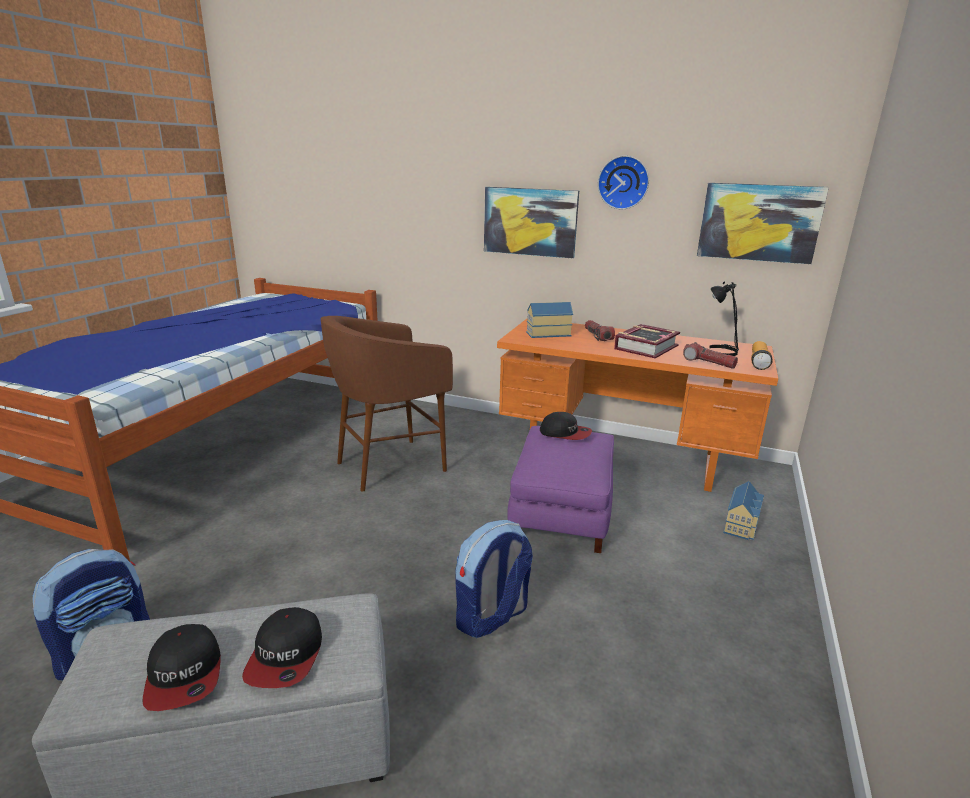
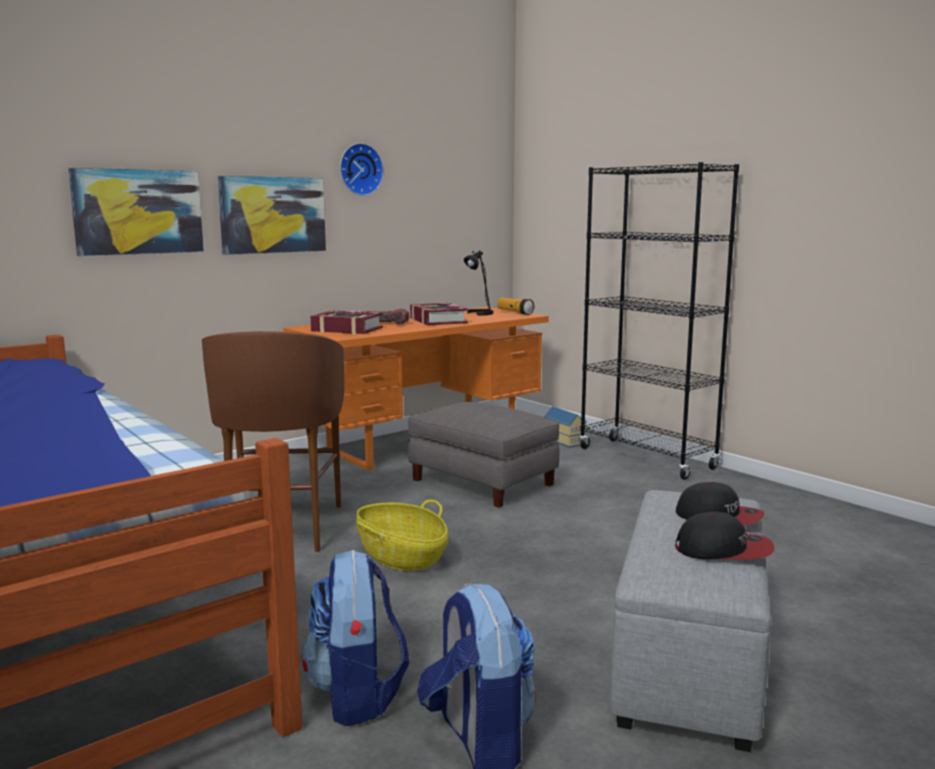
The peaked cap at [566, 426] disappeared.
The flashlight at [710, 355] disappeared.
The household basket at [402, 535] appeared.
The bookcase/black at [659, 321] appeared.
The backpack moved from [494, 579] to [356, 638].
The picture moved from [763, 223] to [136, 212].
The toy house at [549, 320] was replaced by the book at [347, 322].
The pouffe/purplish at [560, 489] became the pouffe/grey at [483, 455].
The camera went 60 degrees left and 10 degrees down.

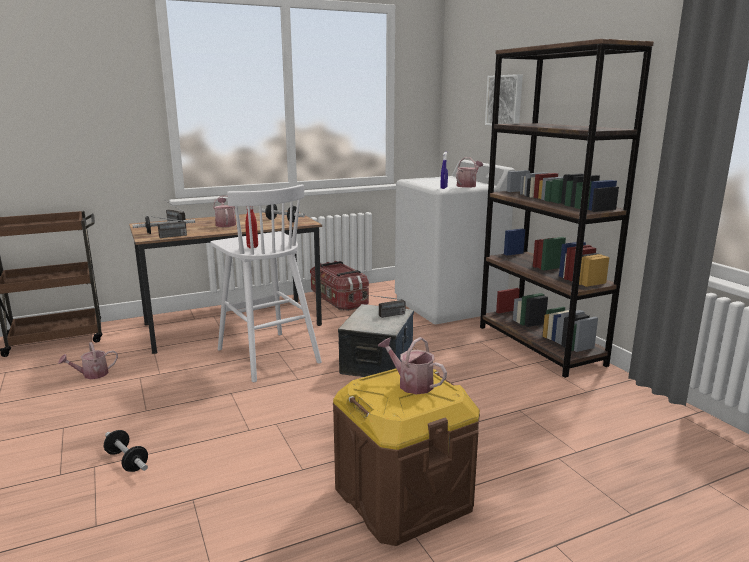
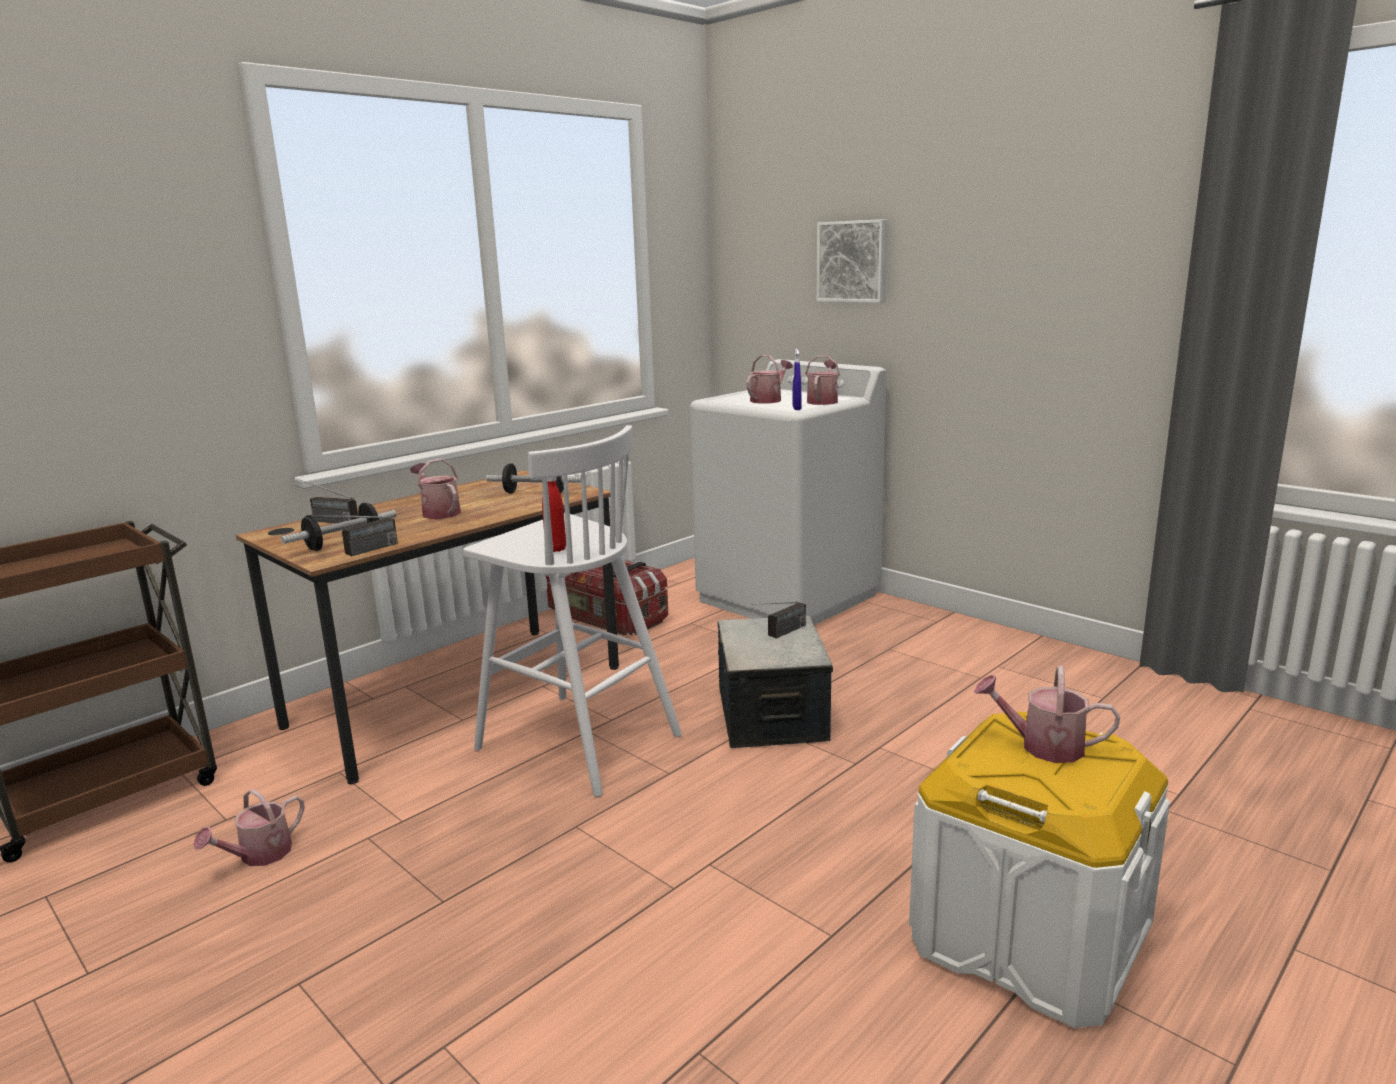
The free weight at [126, 451] disappeared.
The bookcase/brownish at [567, 208] disappeared.
The sprinkling can at [769, 379] appeared.
The storage bin/brownish at [406, 457] became the storage bin/white-coloured at [1039, 870].
The camera went 20 degrees left and 0 degrees up.

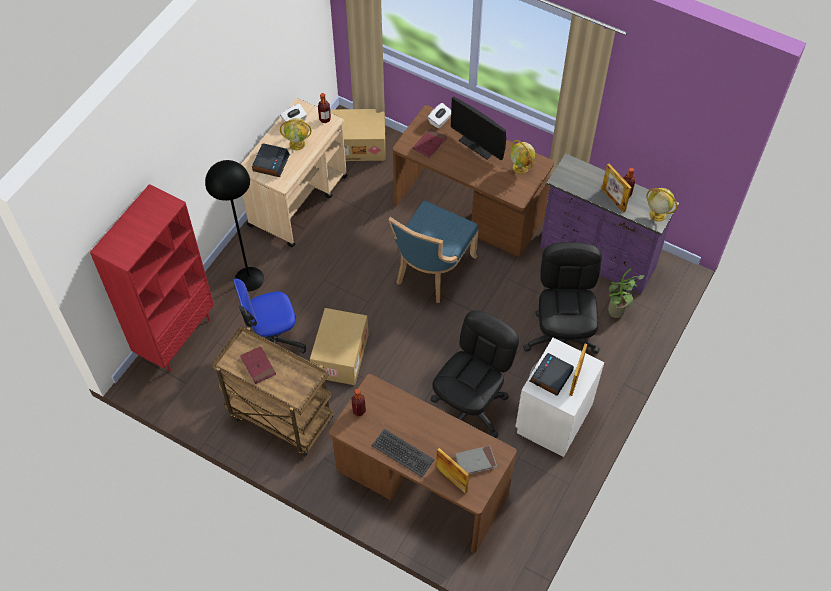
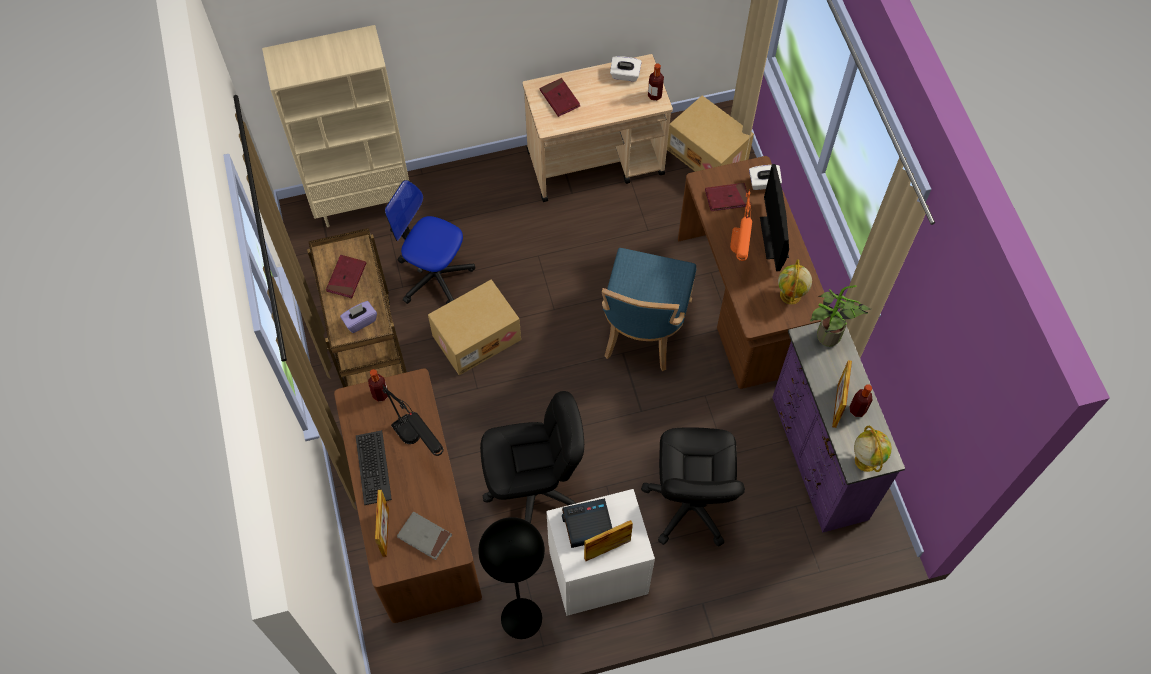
The world globe at [295, 134] disappeared.
The tissue box/purplish at [358, 317] appeared.
The table lamp/black at [413, 420] appeared.
The table lamp/orangey at [741, 225] appeared.
The floor lamp/black moved from [234, 226] to [511, 578].
The potted plant moved from [626, 293] to [841, 316].
The table clock at [271, 160] was replaced by the book/reddish at [560, 97].
The bookcase/reddish at [152, 278] became the bookcase/beige-coloured at [335, 126].
The upright chair/bluish at [433, 251] turned 60 degrees counterclockwise.
The computer chair/black at [562, 298] turned 135 degrees clockwise.
The camera went 45 degrees right and 5 degrees up.

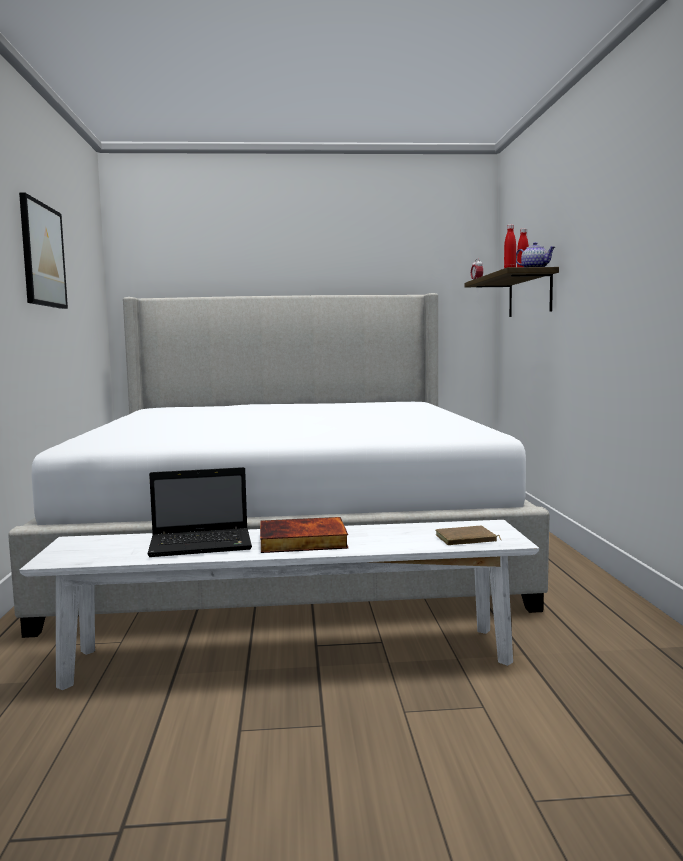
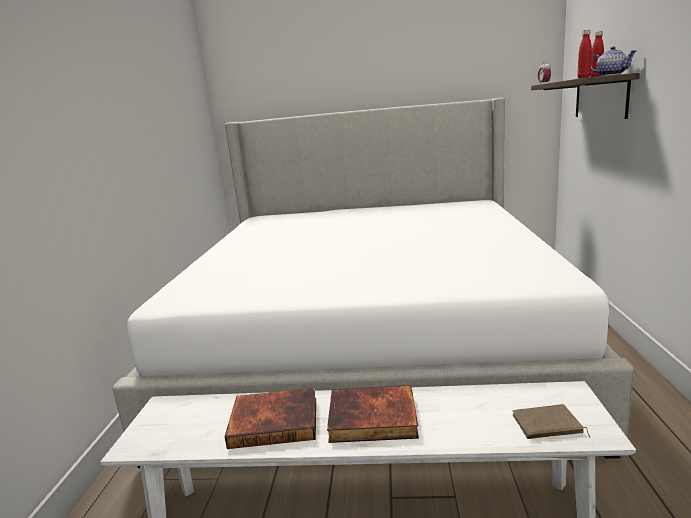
The picture at [43, 251] disappeared.
The portable computer at [199, 512] was replaced by the book at [270, 418].
The camera went 10 degrees right and 10 degrees up.

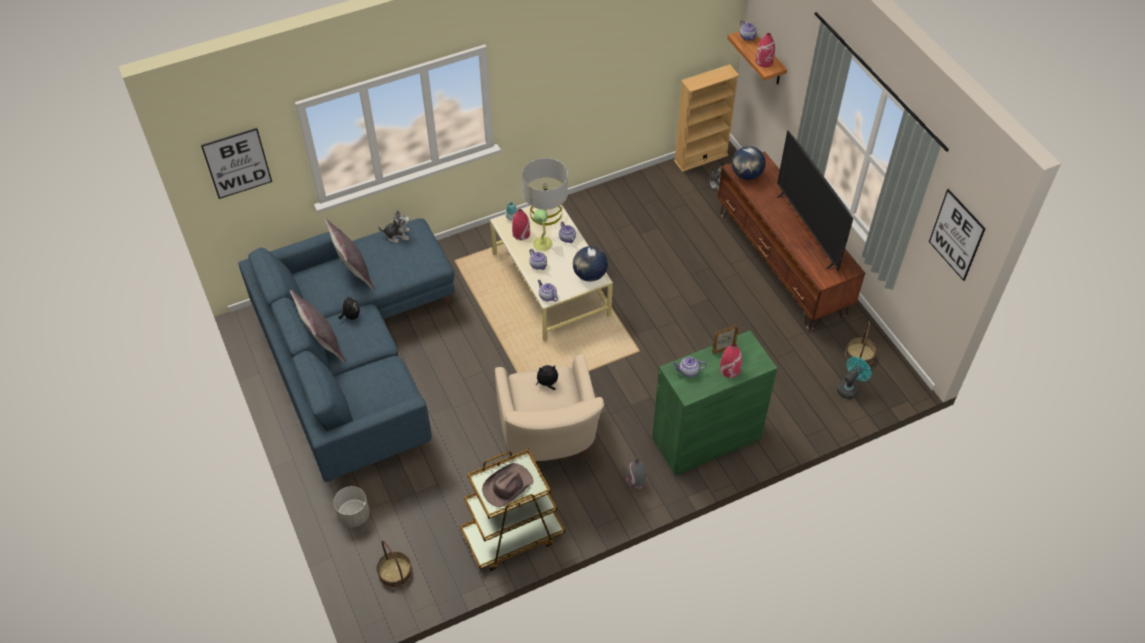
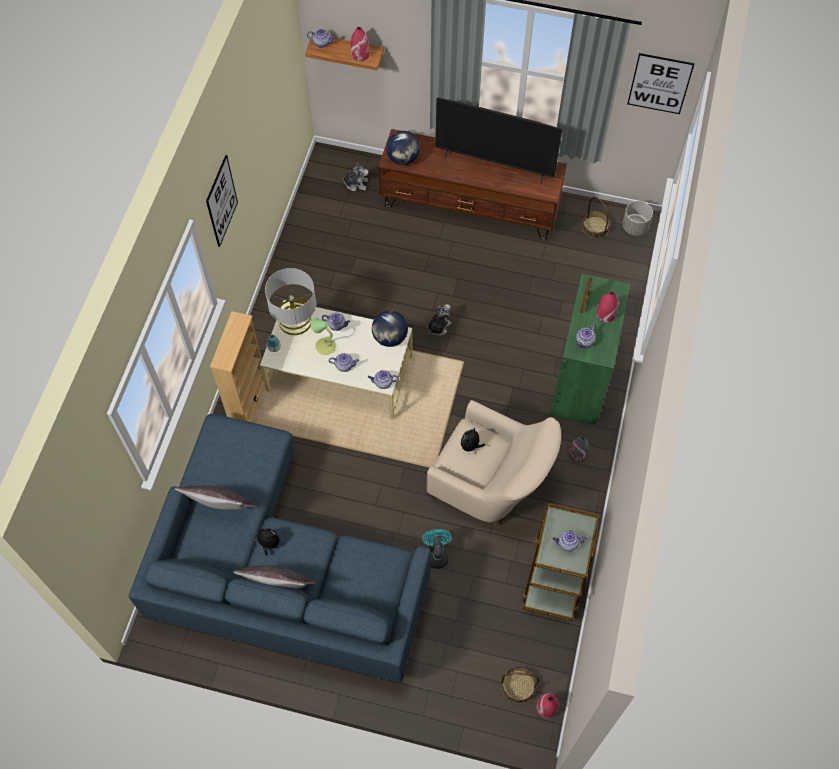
The picture moved from [236, 163] to [222, 201].
The planter/grey moved from [351, 506] to [637, 218].
The soft toy moved from [394, 226] to [439, 320].
The decorative vase/reddish moved from [521, 224] to [547, 705].
The bookcase/beige-coloured moved from [707, 118] to [237, 366].
The cooling fan/turquoise-coloured moved from [854, 377] to [437, 549].
The wearable hat/brownish at [507, 485] was replaced by the pot for tea at [569, 540].
The camera went 50 degrees left and 10 degrees up.

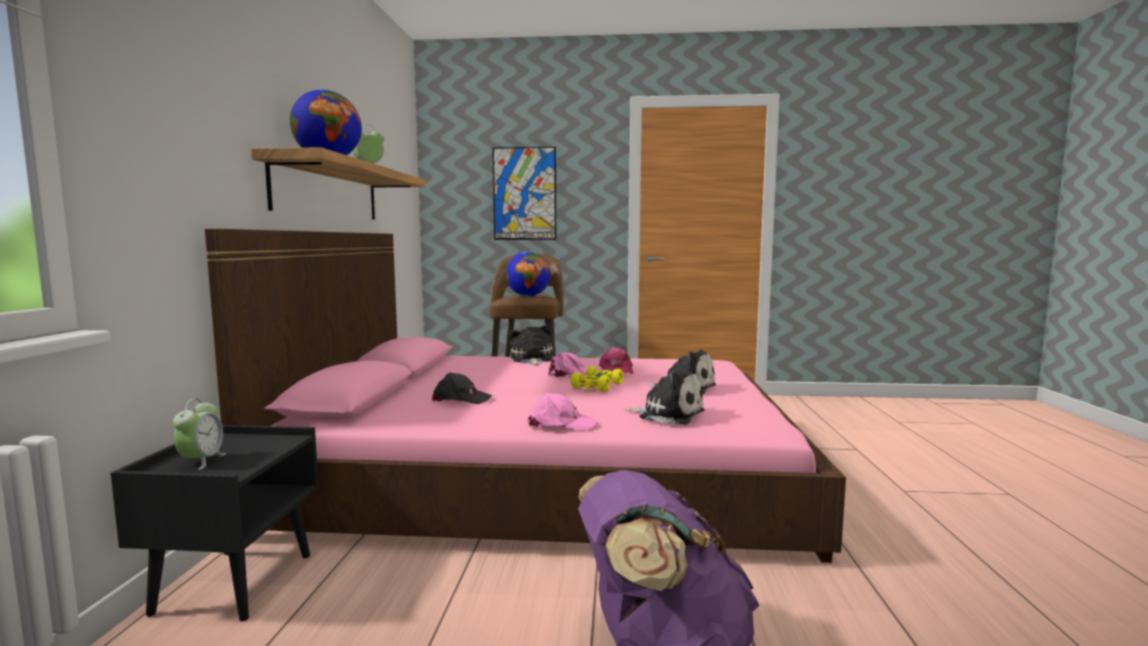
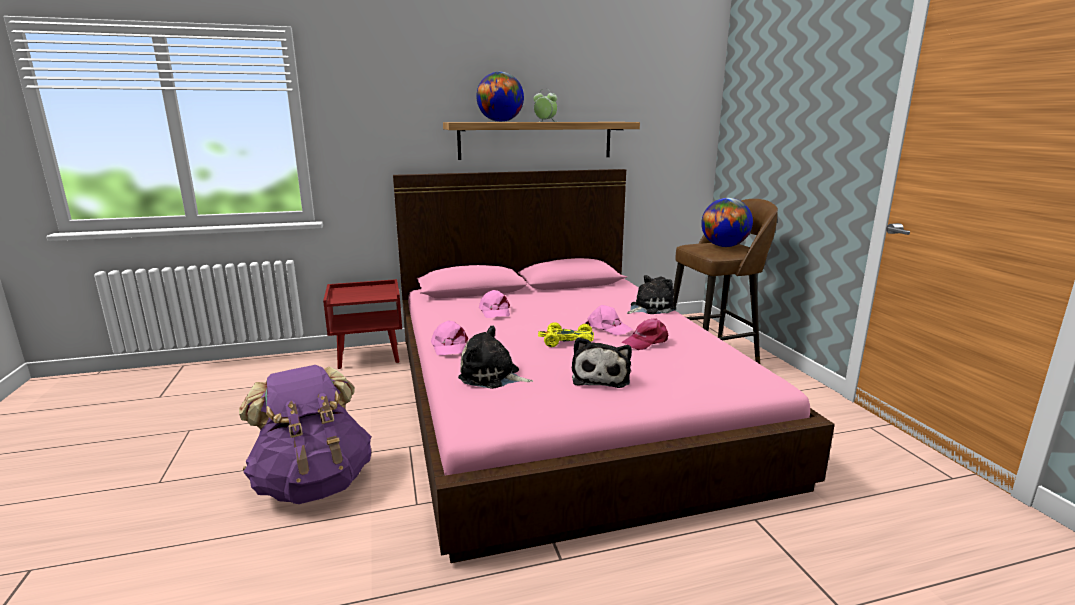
The table clock at [199, 434] disappeared.
The picture at [524, 193] disappeared.
The night table/black at [215, 523] became the night table/reddish at [362, 324].
The peaked cap/black at [462, 388] became the peaked cap/pink at [494, 304].
The soft toy at [664, 396] turned 105 degrees clockwise.
The camera went 70 degrees right and 10 degrees up.

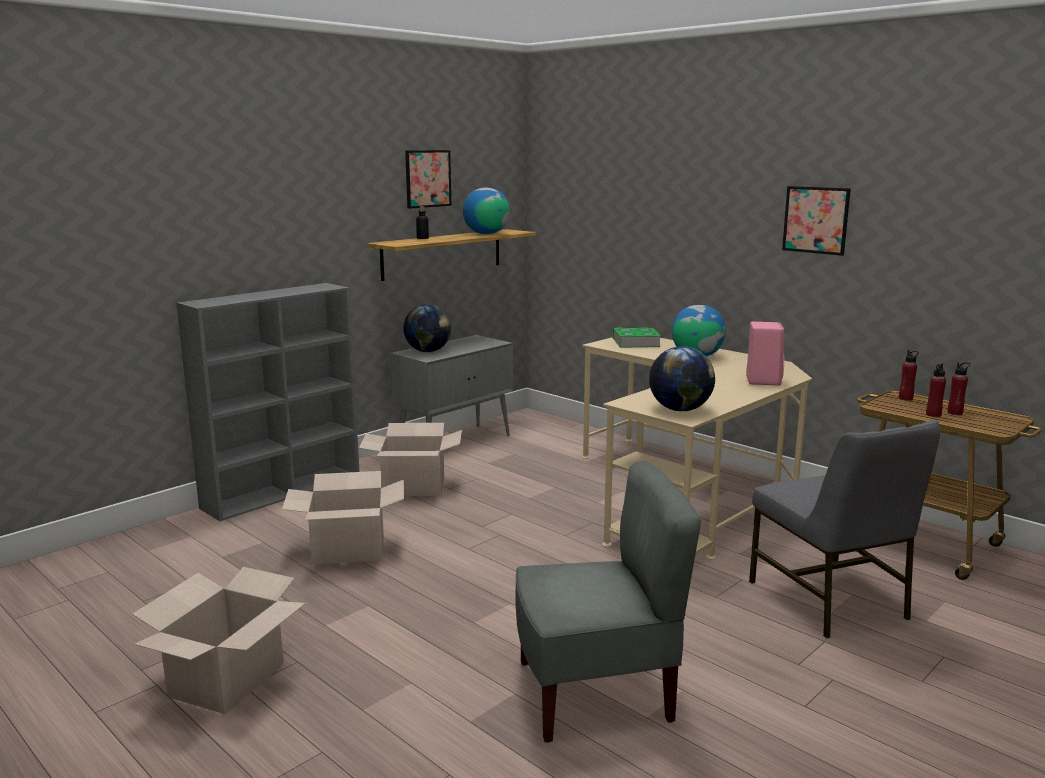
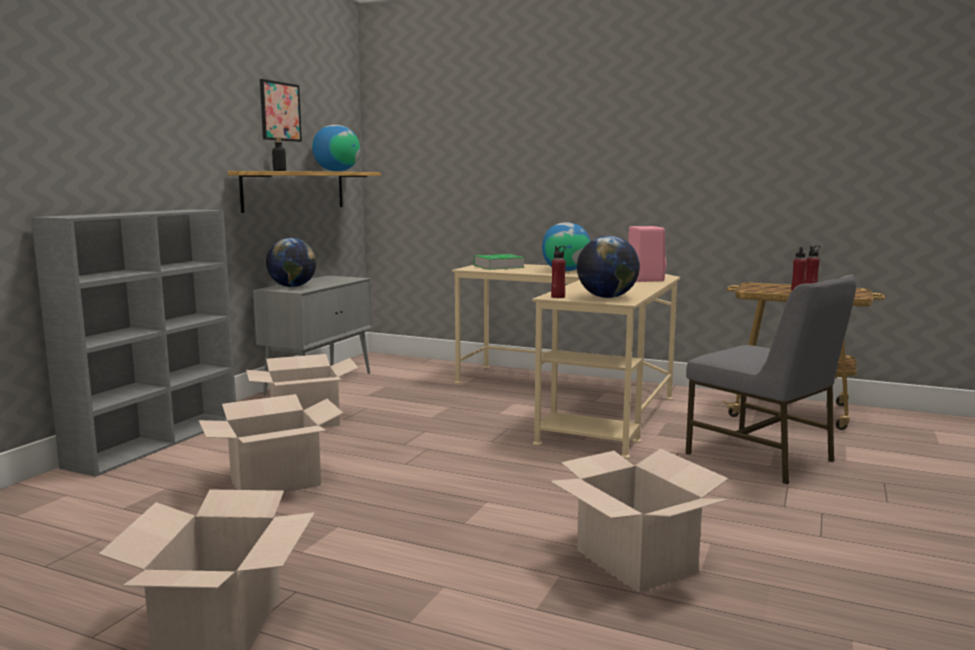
The picture at [816, 221] disappeared.
The bottle/reddish moved from [909, 375] to [558, 272].
The upright chair/grey at [608, 602] was replaced by the packing box at [639, 521].
The camera went 20 degrees left and 5 degrees down.

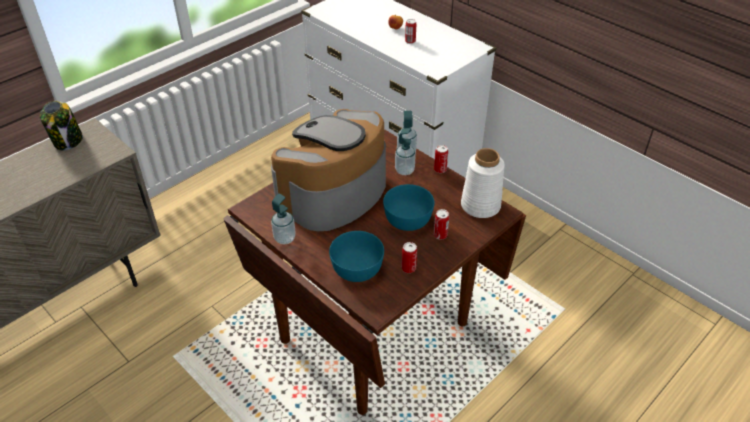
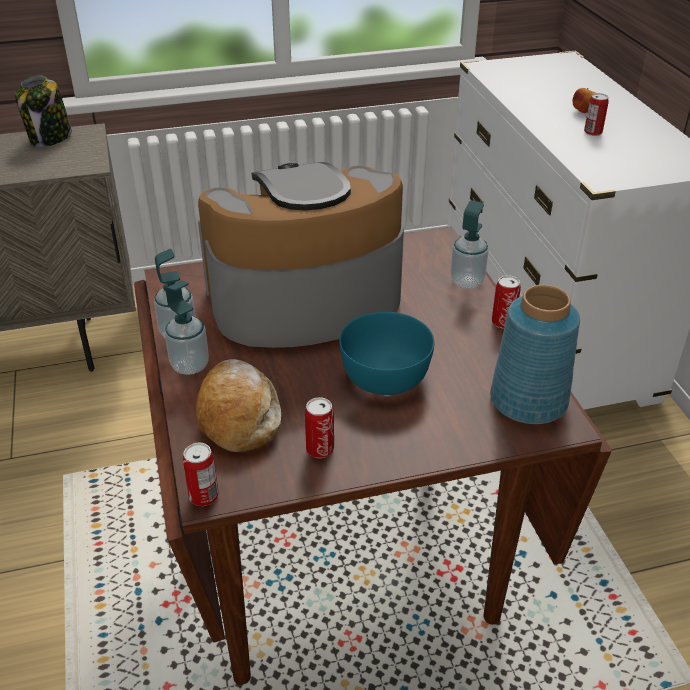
The soap dispenser moved from [405, 151] to [187, 328].
The metal can moved from [441, 224] to [201, 474].
The deep dish/turquoise-coloured at [356, 256] was replaced by the baked bread at [238, 405].
The decorative vase/white-coloured at [483, 183] became the decorative vase/bluish at [535, 354].
The camera went 30 degrees right and 5 degrees down.

